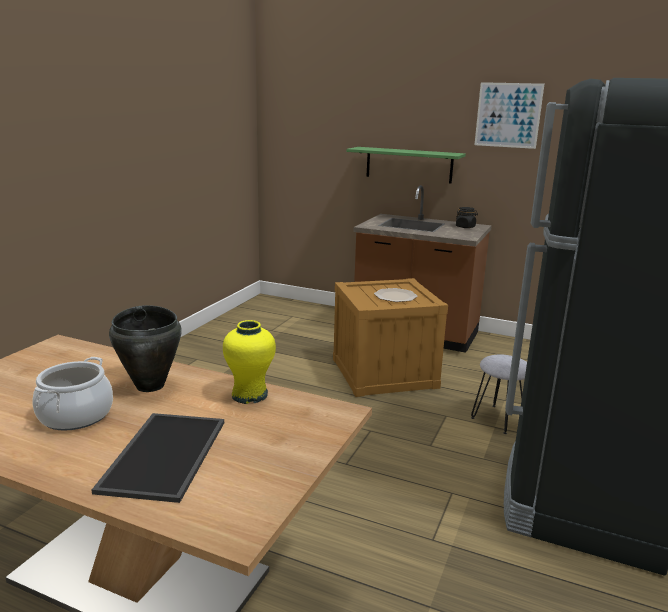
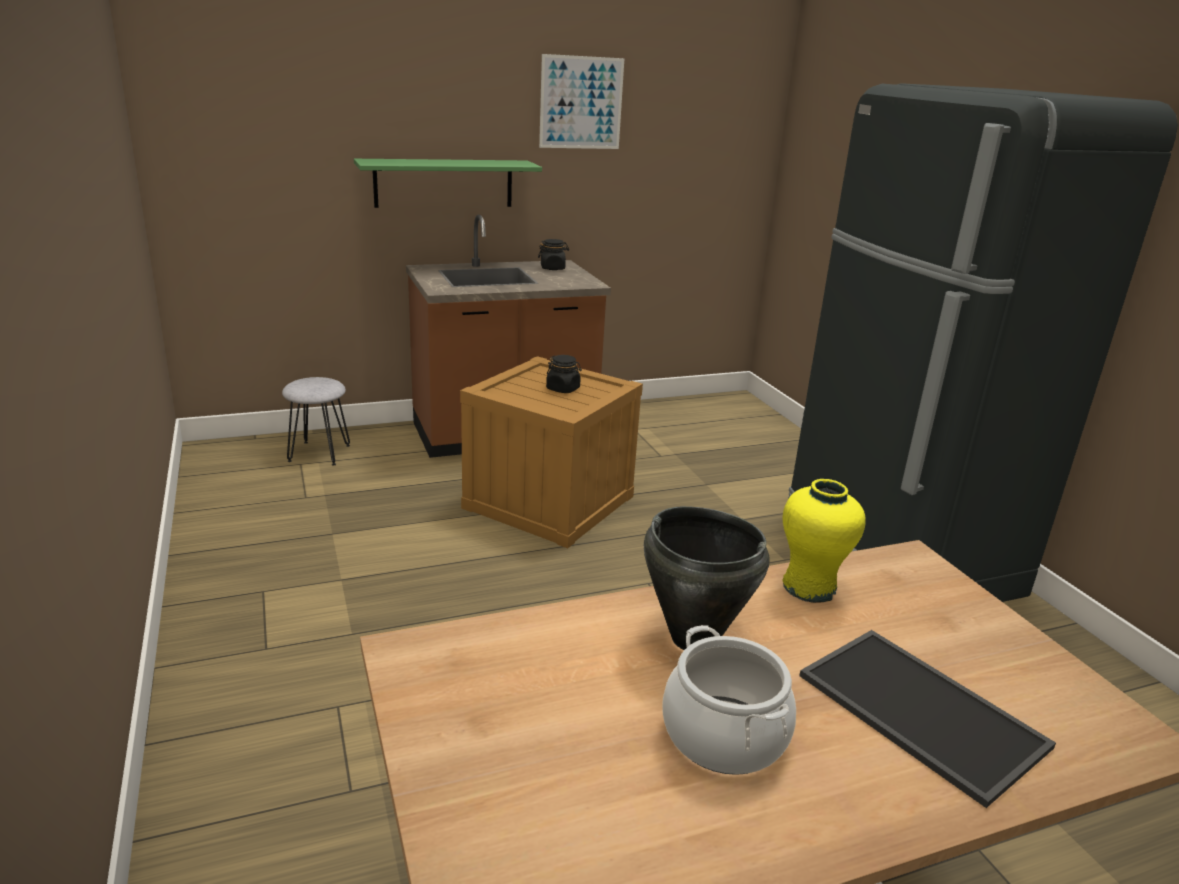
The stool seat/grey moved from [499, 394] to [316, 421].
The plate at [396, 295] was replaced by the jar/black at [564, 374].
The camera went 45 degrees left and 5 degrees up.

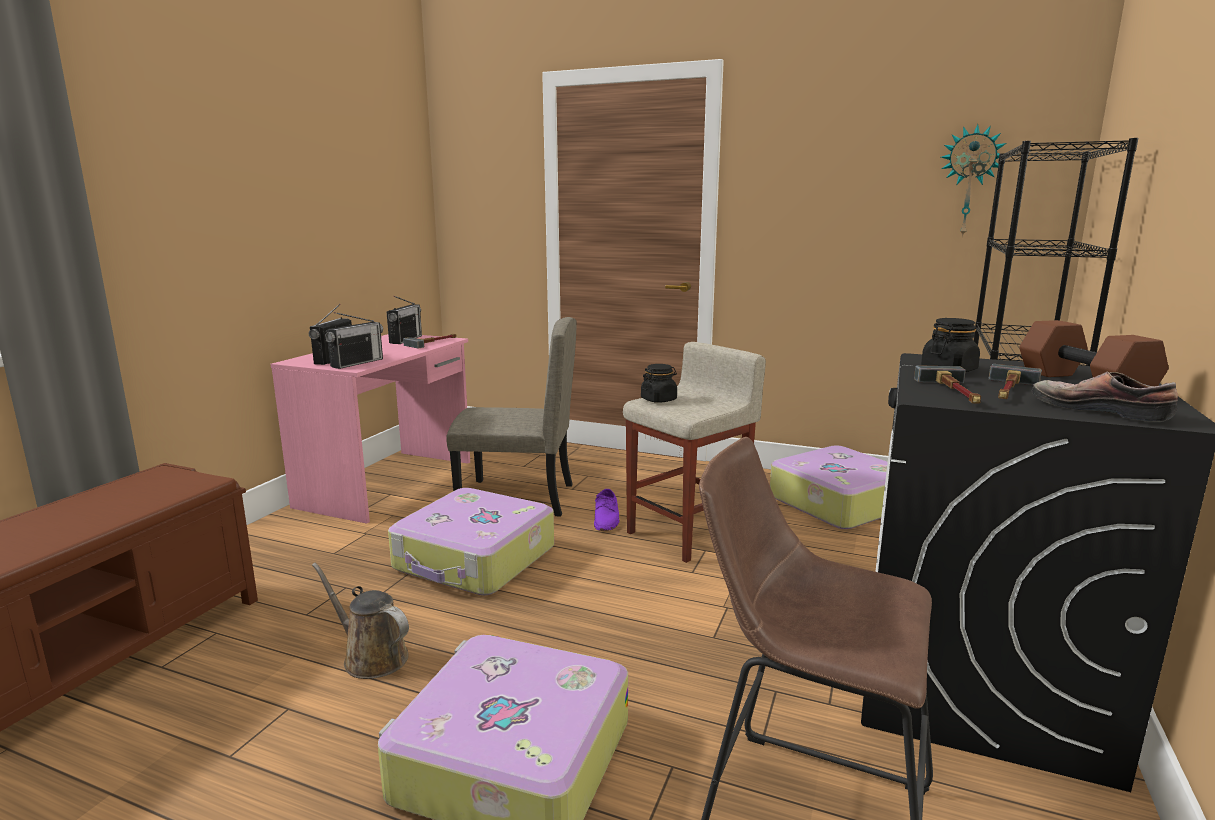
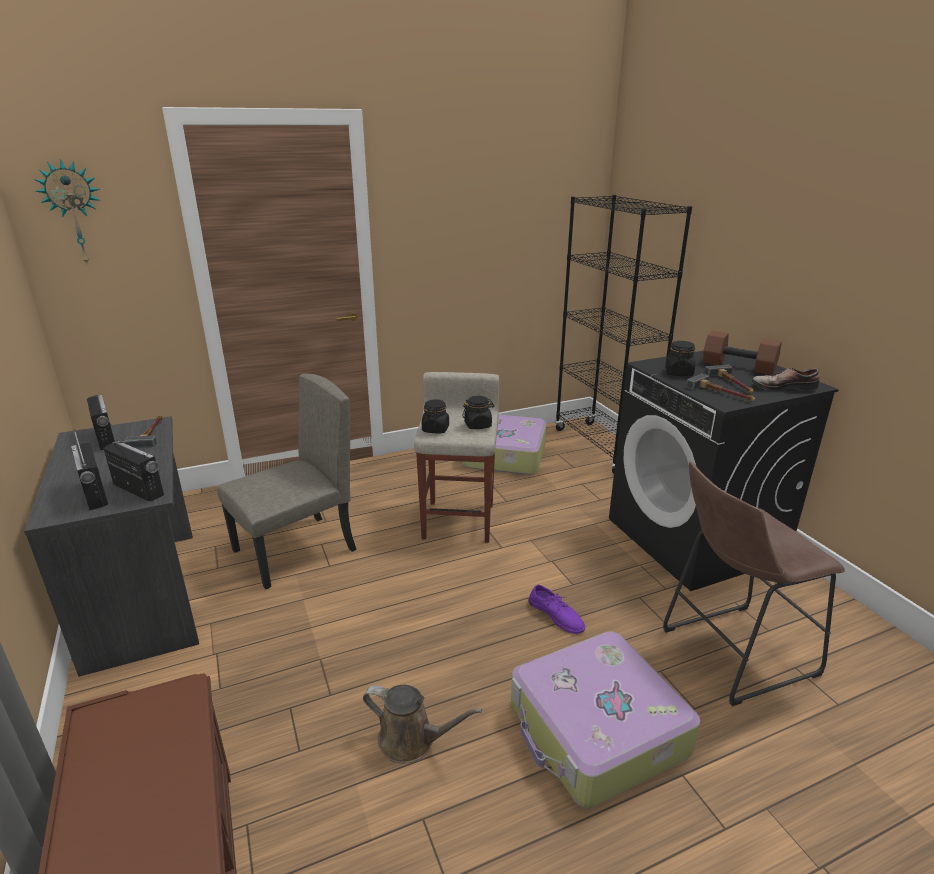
The piece of luggage at [471, 542] disappeared.
The jar/black at [478, 412] appeared.
The low shoe/purplish moved from [607, 510] to [557, 609].
The hanging clock moved from [973, 181] to [67, 212].
The desk table/pink at [370, 429] became the desk table/grey at [111, 546].
The sprinkling can/brownish at [360, 621] turned 150 degrees counterclockwise.
The radio receiver at [354, 340] turned 45 degrees counterclockwise.
The camera went 45 degrees left and 10 degrees up.

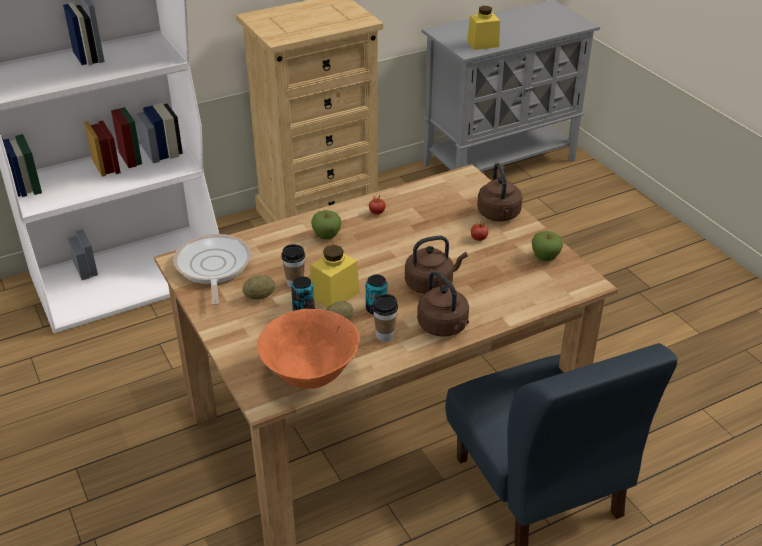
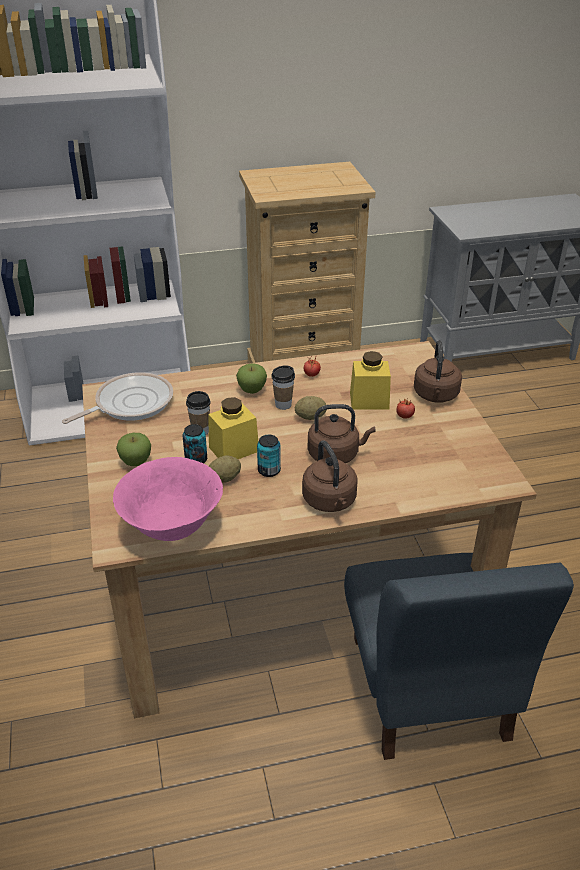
The potato moved from [258, 287] to [311, 408].
The small cup moved from [385, 318] to [283, 387].
The jar/yellow moved from [483, 28] to [370, 380].
The apple fruit moved from [547, 246] to [133, 449].
The deep dish/orangey at [308, 349] became the deep dish/pink at [168, 499].
The skillet at [212, 269] turned 45 degrees clockwise.
The camera went 15 degrees right and 0 degrees up.

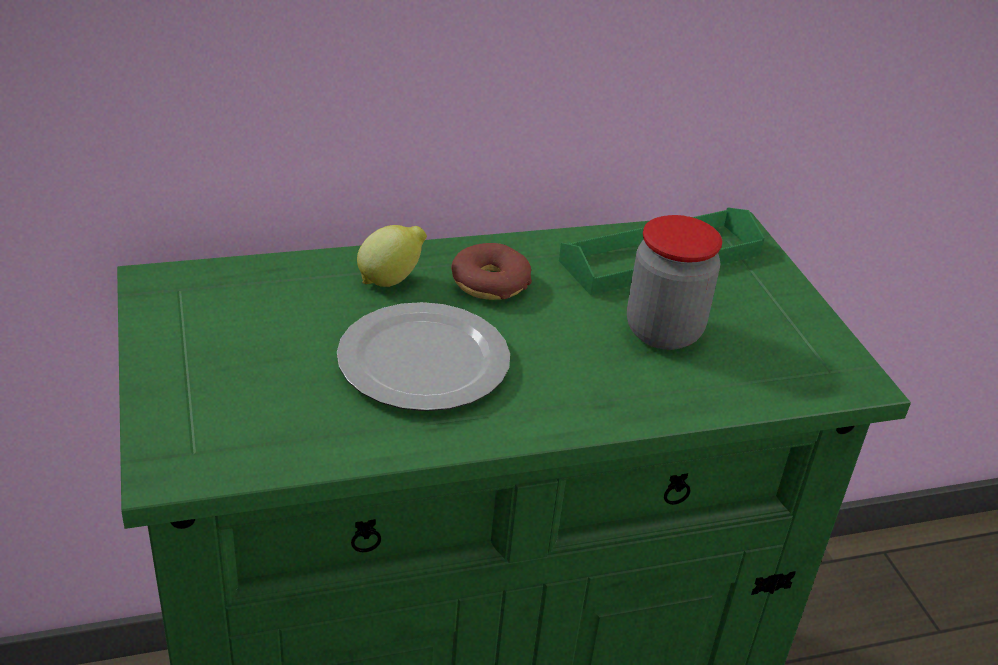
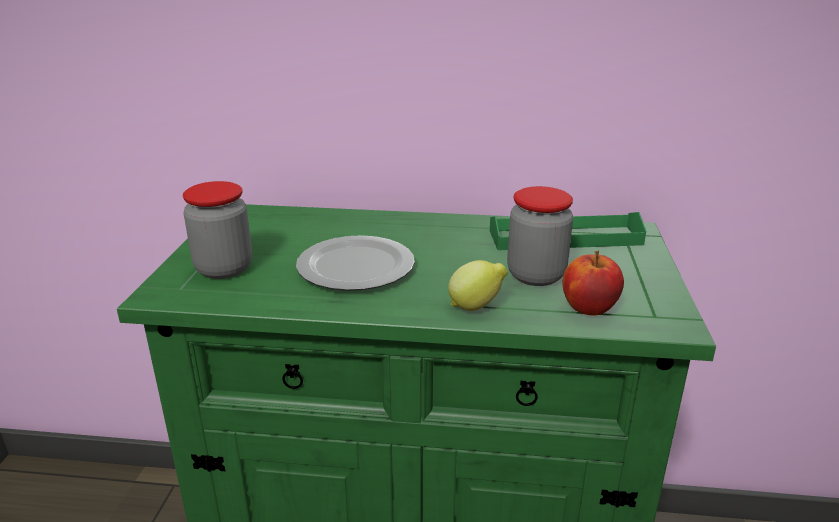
The doughnut at [491, 271] disappeared.
The jar at [217, 230] appeared.
The apple fruit at [593, 283] appeared.
The lemon moved from [392, 256] to [478, 285].
The camera went 25 degrees right and 10 degrees down.

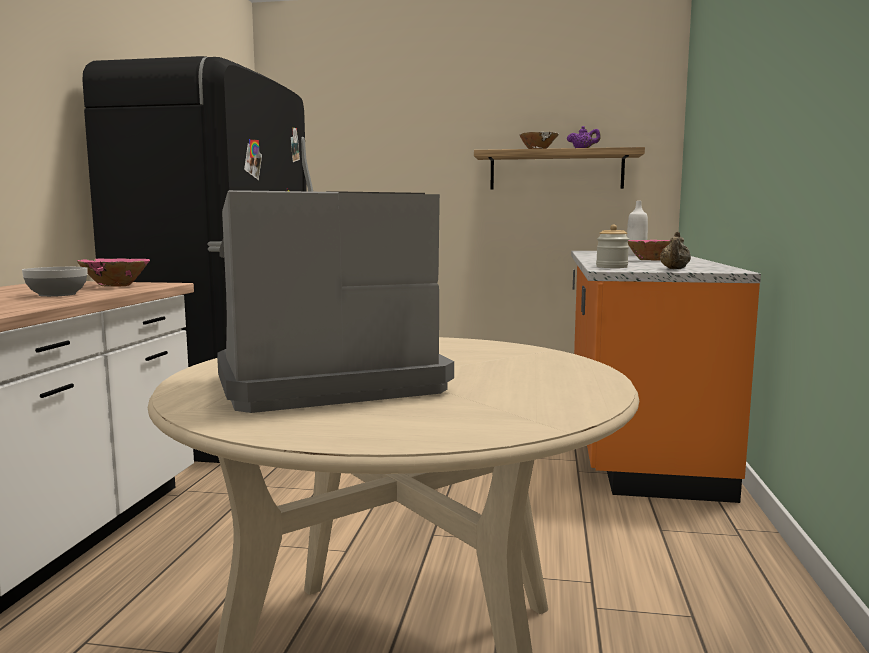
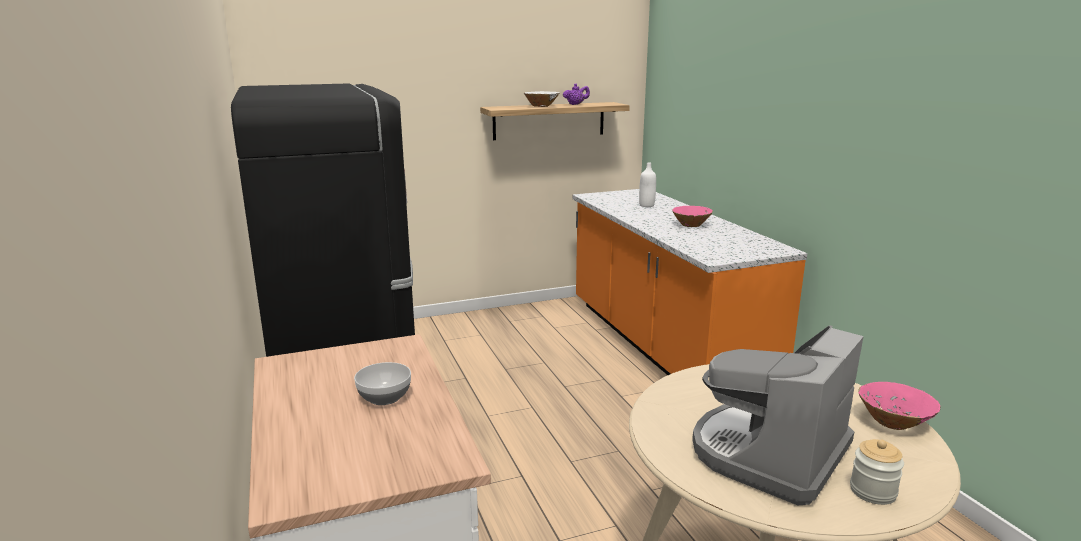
The pot for tea/beige-coloured at [675, 250] disappeared.
The deep dish/pink moved from [113, 272] to [899, 406].
The jar moved from [612, 246] to [877, 472].
The camera went 30 degrees left and 10 degrees up.

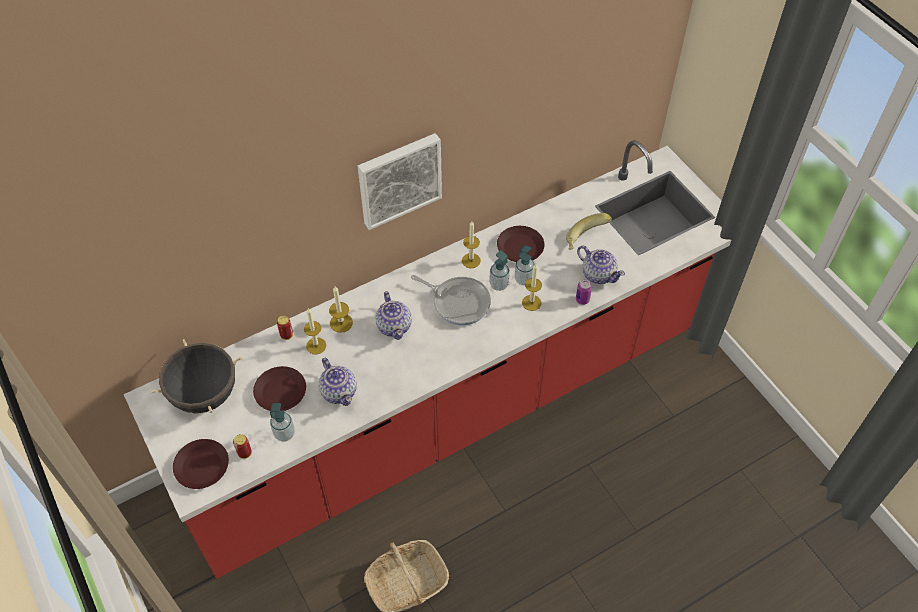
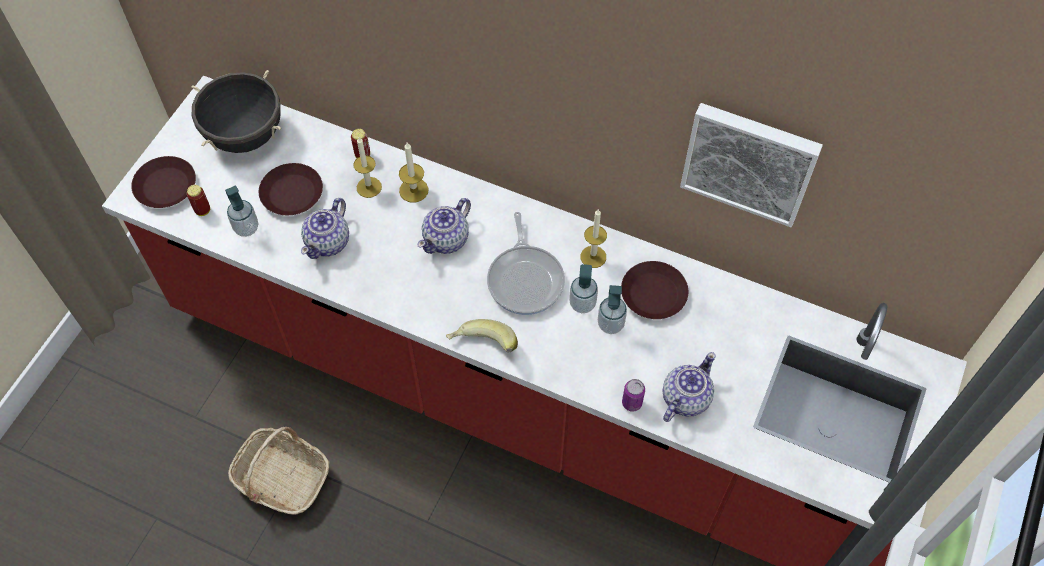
The wax light at [532, 287] disappeared.
The picture moved from [400, 181] to [751, 165].
The whole banana moved from [589, 231] to [482, 336].
The pot for tea at [601, 265] turned 150 degrees counterclockwise.
The camera went 55 degrees right and 5 degrees up.

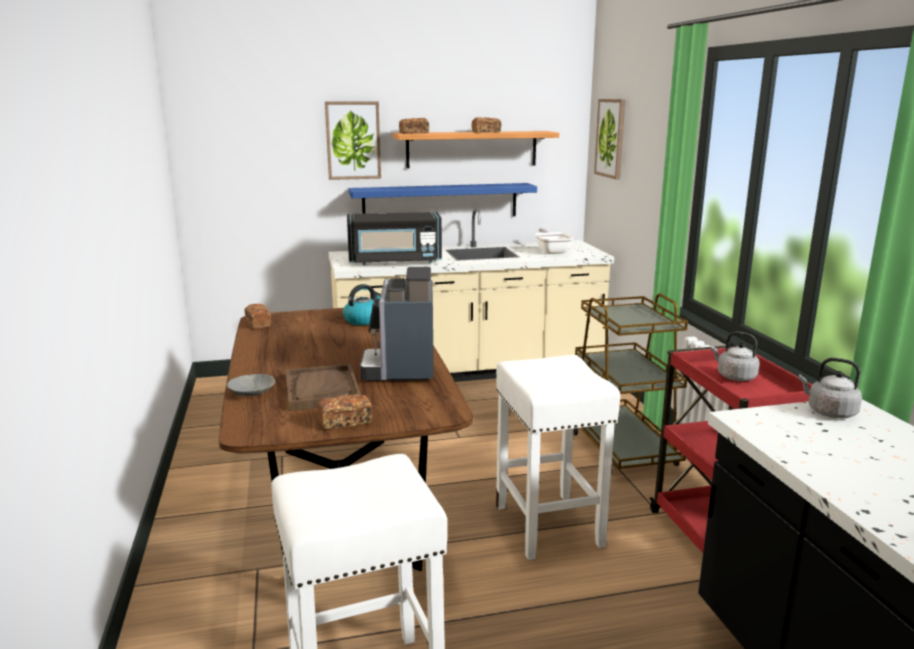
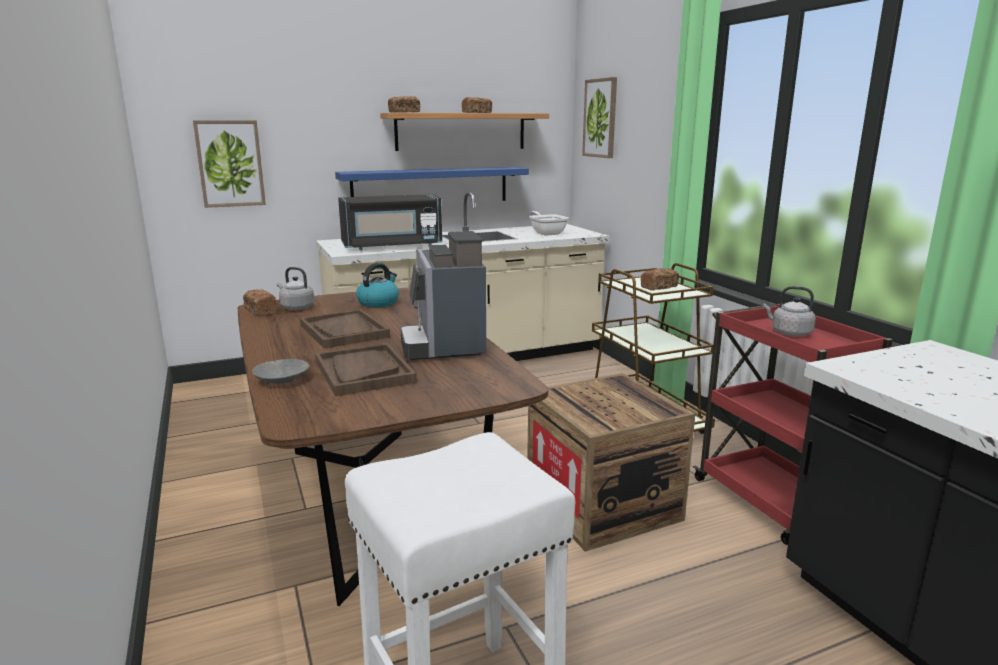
The tray/brownish at [345, 328] appeared.
The baked bread moved from [345, 412] to [660, 279].
The picture moved from [353, 140] to [229, 164].
The kettle/grey moved from [830, 388] to [296, 288].
The stool seat/white-coloured at [558, 457] was replaced by the packing crate at [611, 462].
The camera went 10 degrees left and 0 degrees up.

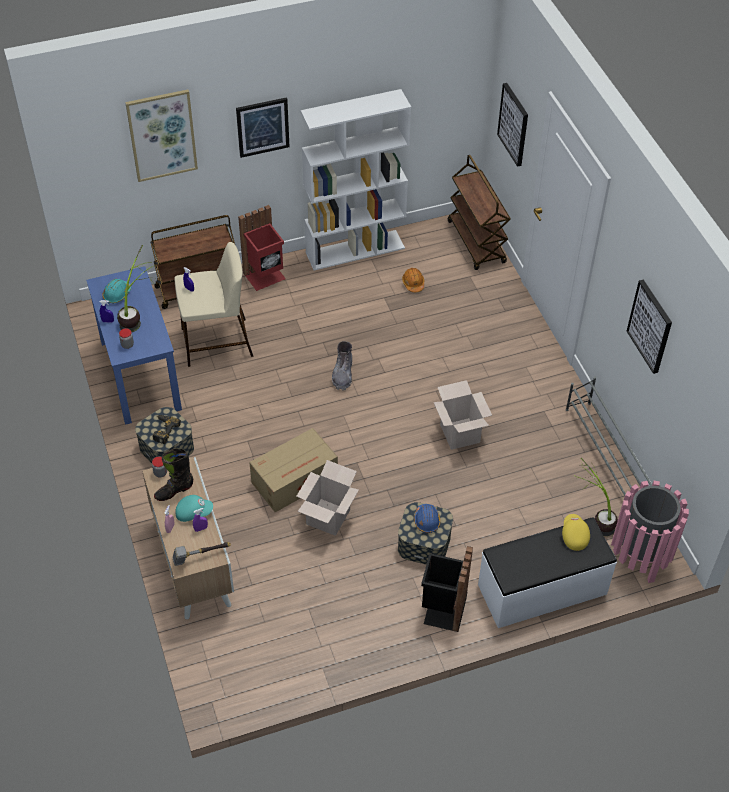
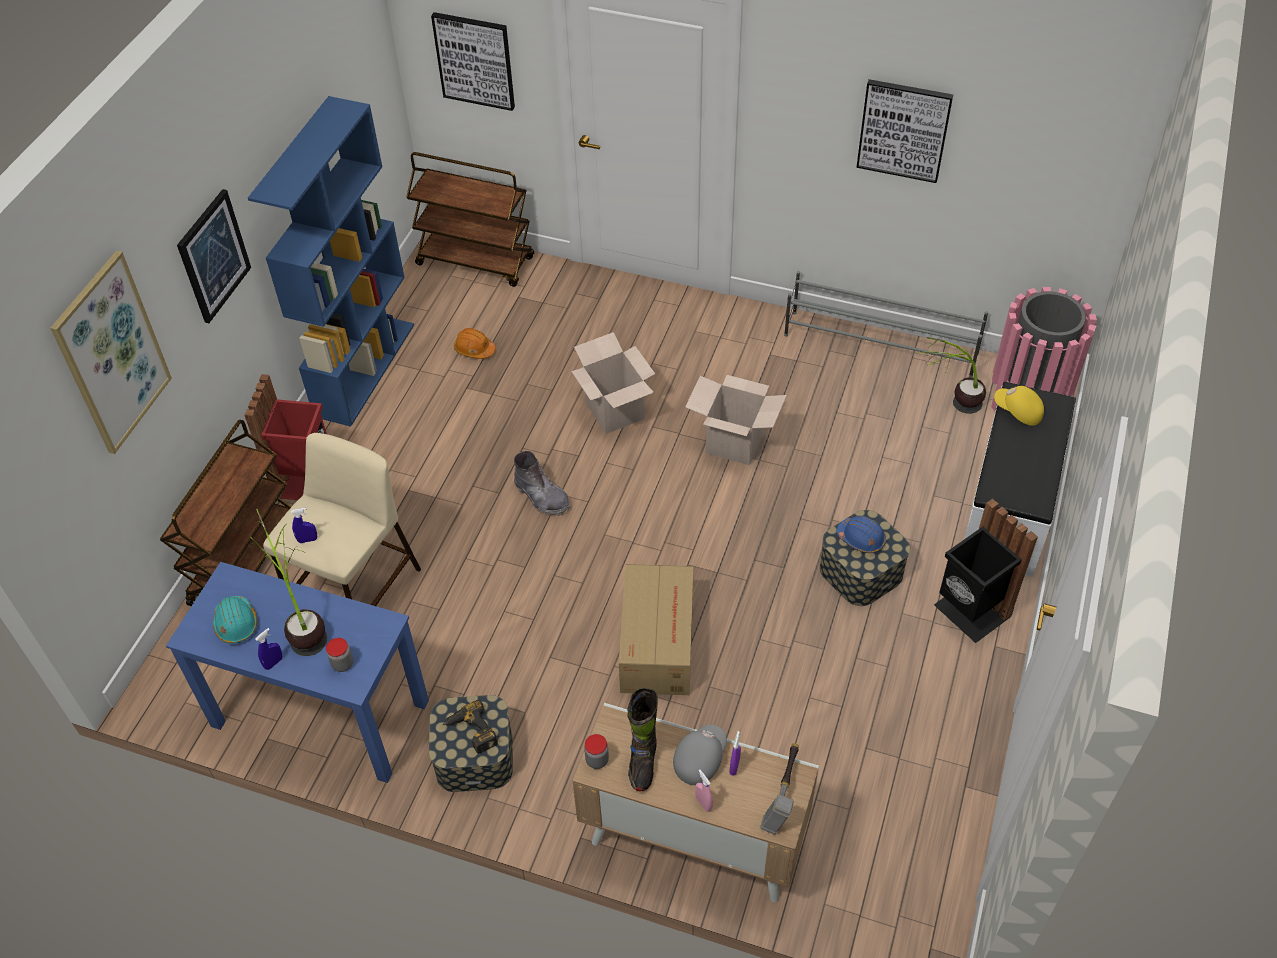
The packing box moved from [327, 498] to [613, 383].
The peaked cap/turquoise-coloured at [194, 508] became the peaked cap/grey at [700, 754].
The bookcase/white-coloured at [356, 179] became the bookcase/bluish at [331, 261].
The camera went 50 degrees left and 0 degrees up.

